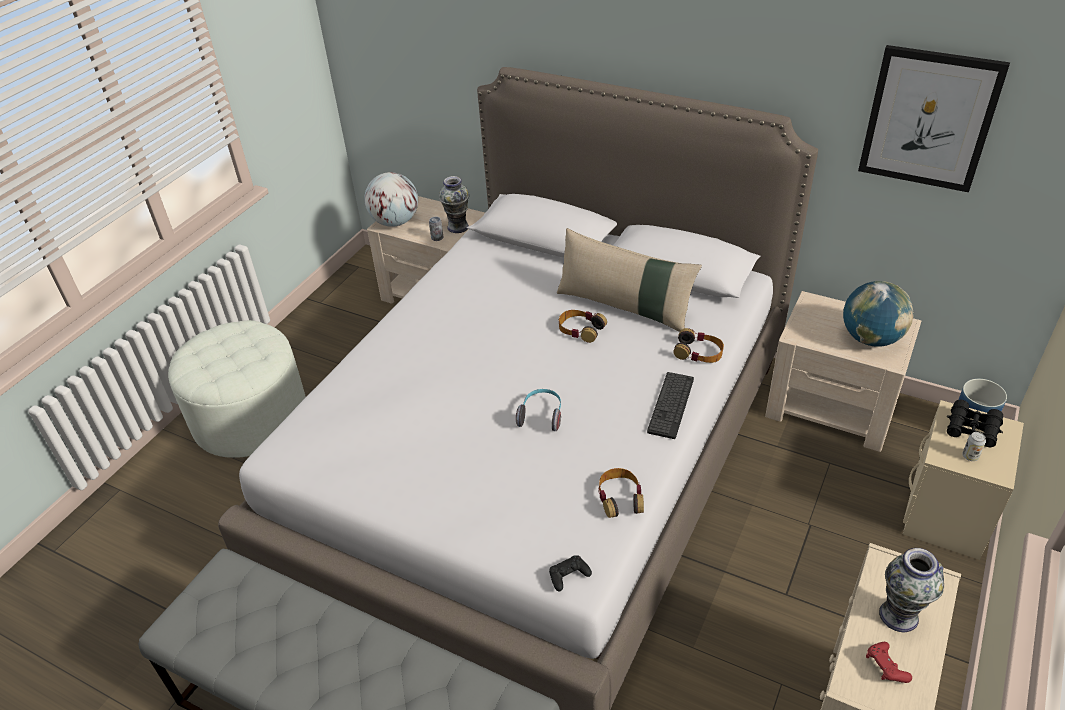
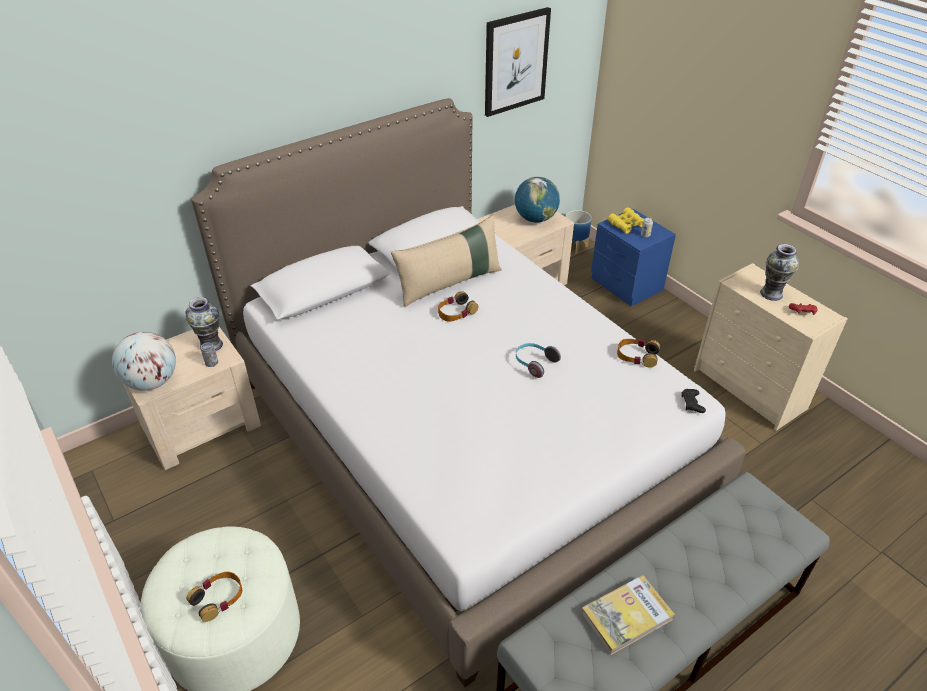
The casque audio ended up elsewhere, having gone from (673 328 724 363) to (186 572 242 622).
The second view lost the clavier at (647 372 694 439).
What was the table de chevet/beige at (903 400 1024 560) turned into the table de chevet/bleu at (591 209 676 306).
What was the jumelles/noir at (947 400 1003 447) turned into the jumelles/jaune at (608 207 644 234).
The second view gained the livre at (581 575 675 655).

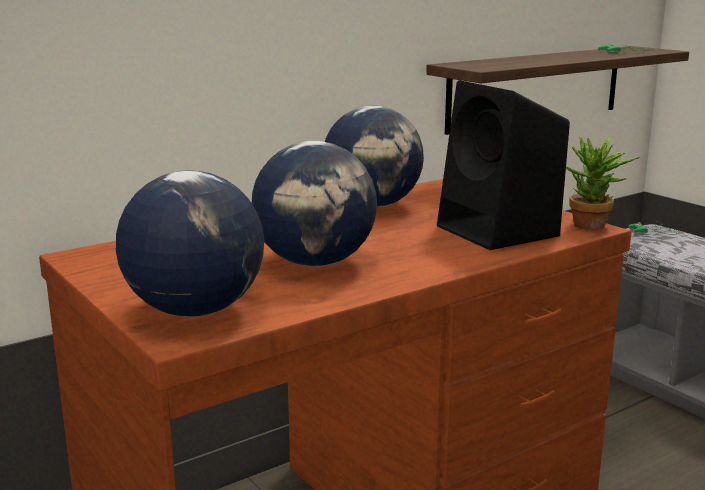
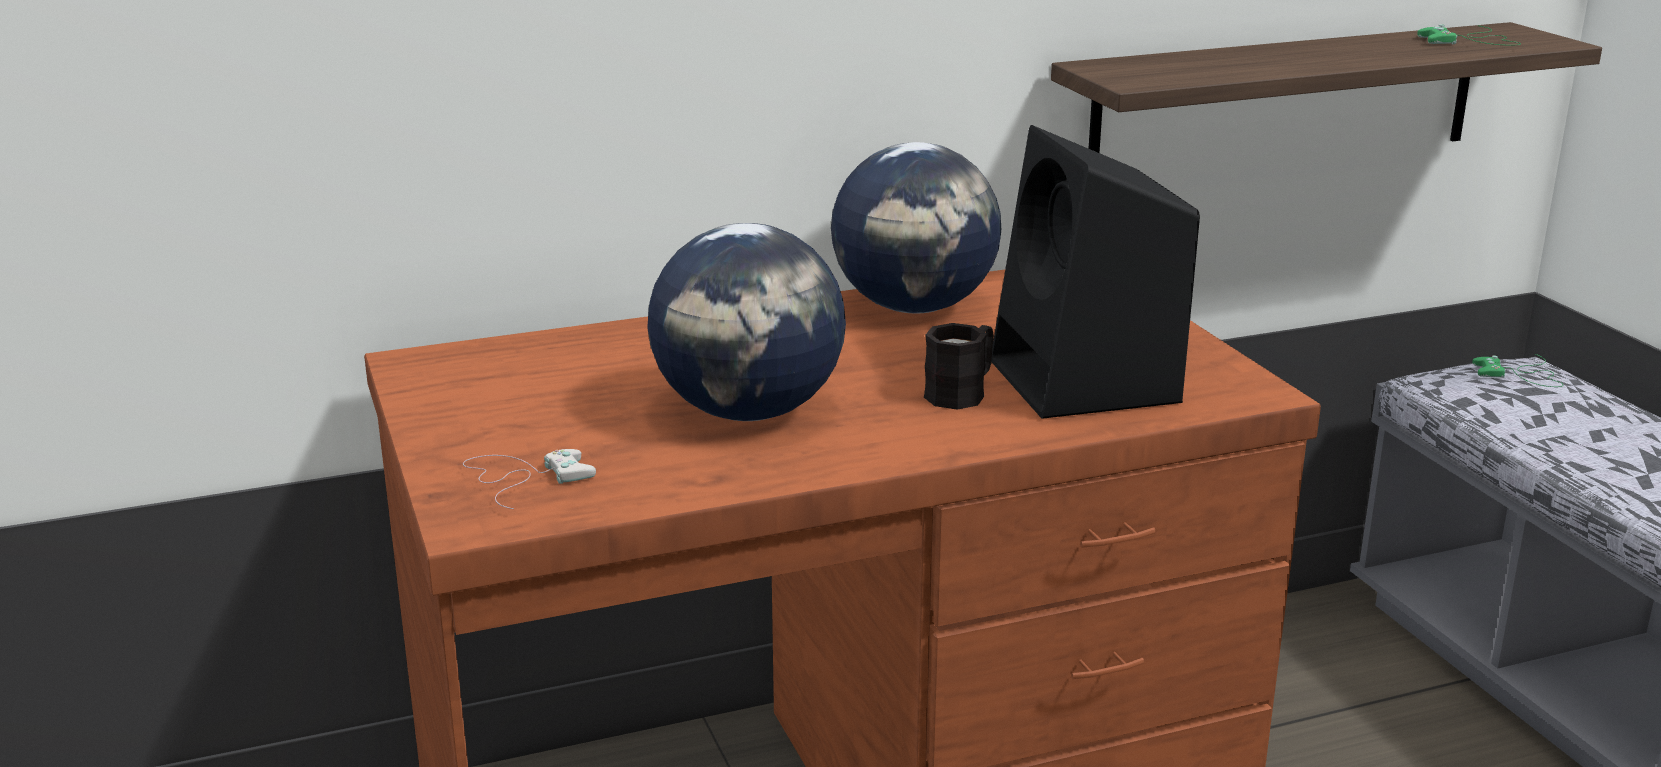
The second view lost the plante en pot at (566 135 640 230).
Where the globe stood at (116 170 264 317), the manette/blanc came to stand at (463 449 596 509).
The second view gained the mug/noir at (924 323 994 410).

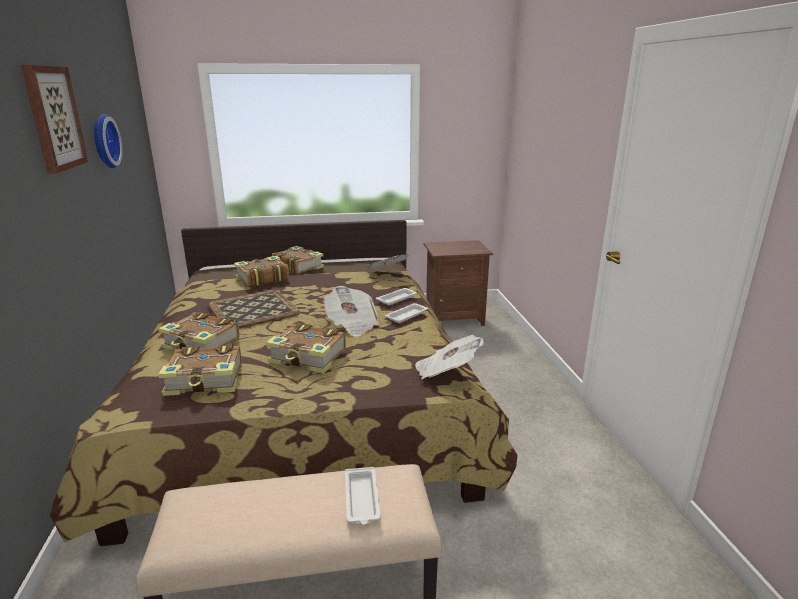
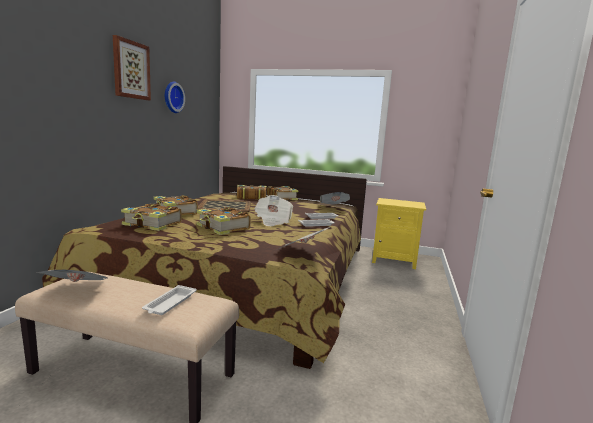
What was the table de chevet/marron at (423 240 493 326) turned into the table de chevet/jaune at (372 198 426 269).
The second view gained the journal at (36 270 108 282).

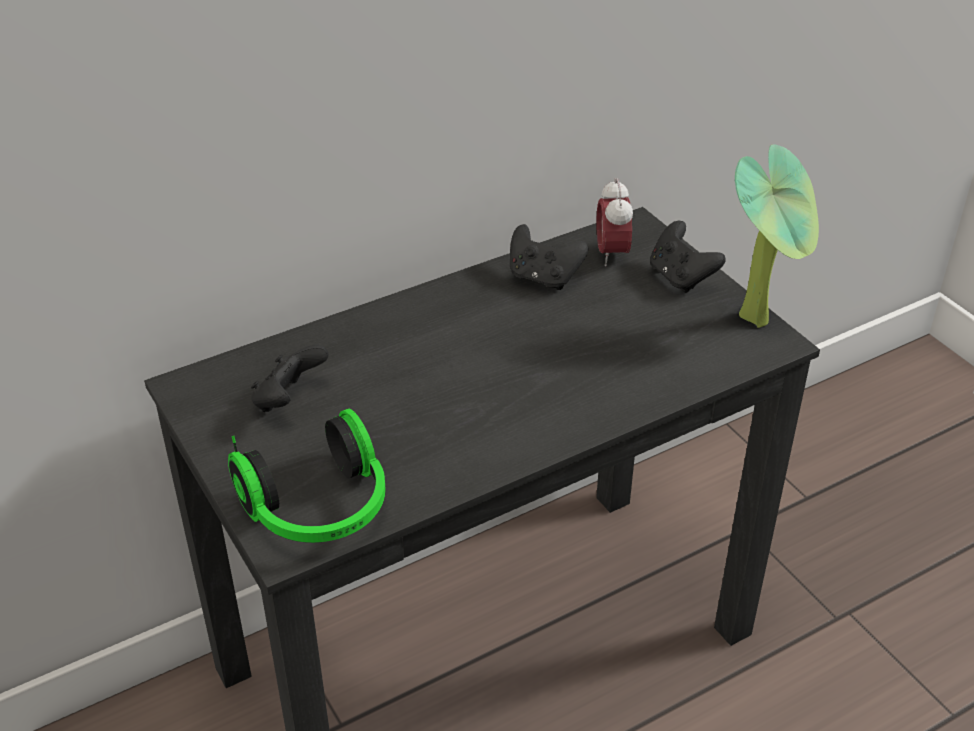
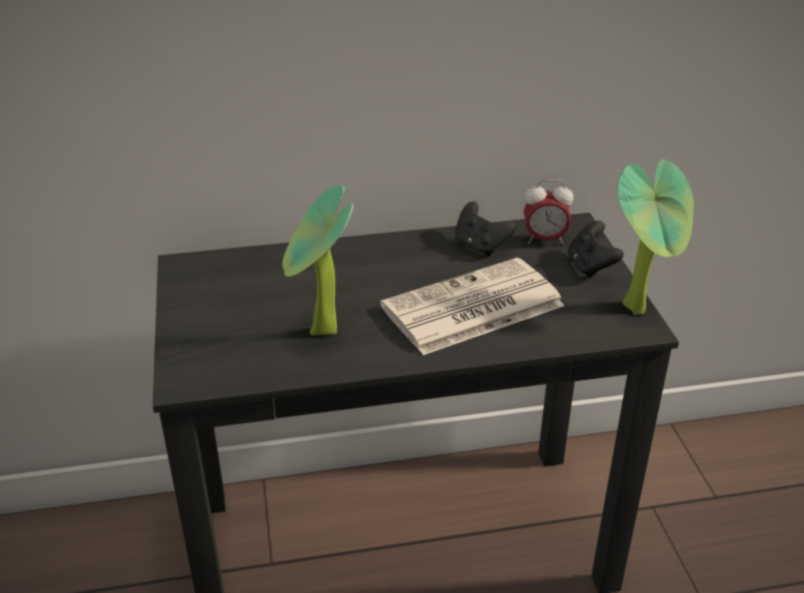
The réveil at (596 178 633 267) ended up facing another way, 105 degrees counterclockwise from before.
The second view lost the manette/noir at (251 345 328 412).
The second view lost the casque audio at (228 409 386 543).
The second view gained the plante en pot at (282 185 353 335).
The second view gained the journal at (380 258 565 355).

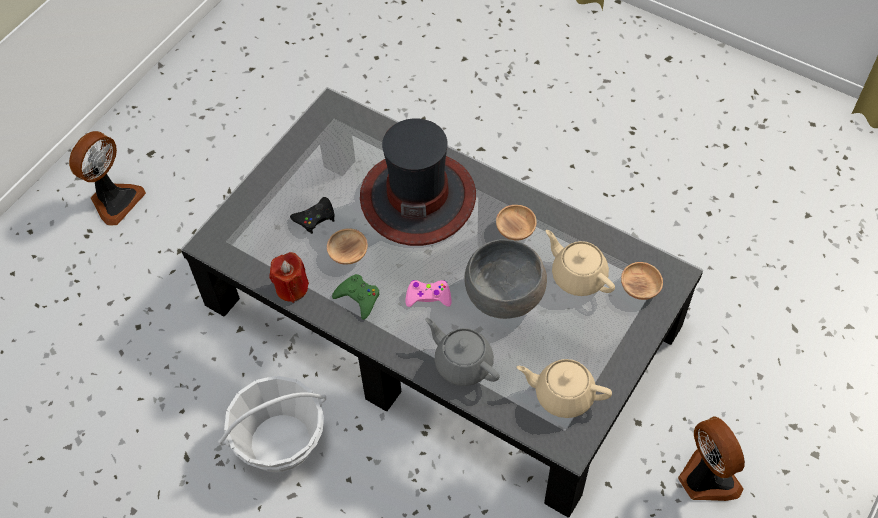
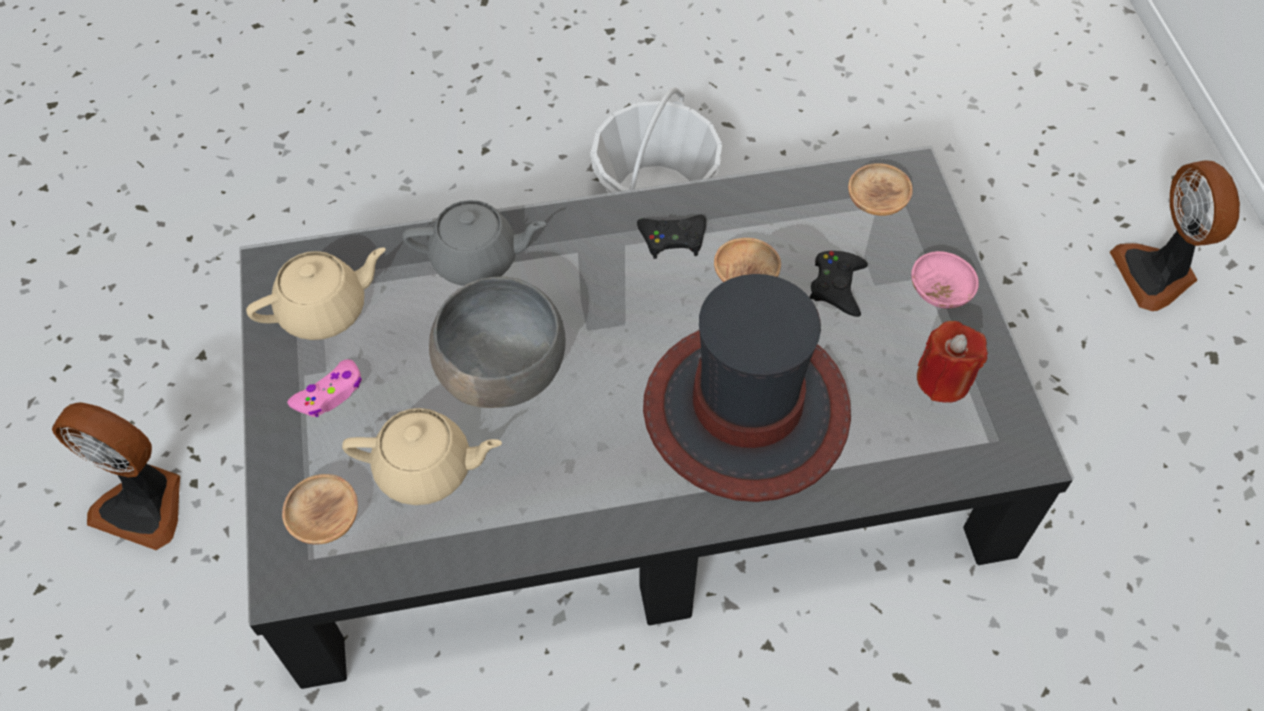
The bol/marron ended up elsewhere, having gone from (496 205 537 241) to (848 163 913 216).
The bougie/rouge ended up elsewhere, having gone from (269 252 309 303) to (917 321 988 403).
What was the manette/vert at (332 274 380 320) turned into the manette/noir at (637 215 706 259).
The manette/rose ended up elsewhere, having gone from (405 280 452 307) to (287 359 362 417).
The second view gained the bol/rose at (911 251 979 309).

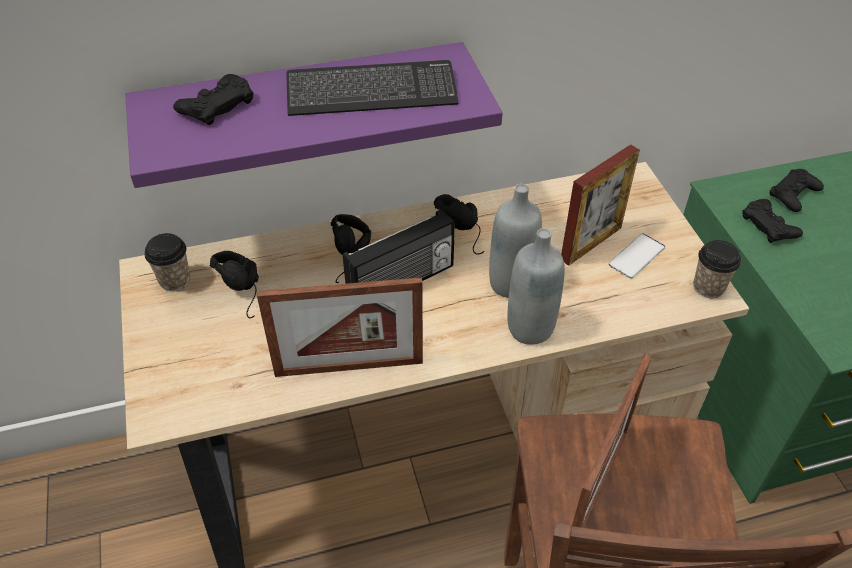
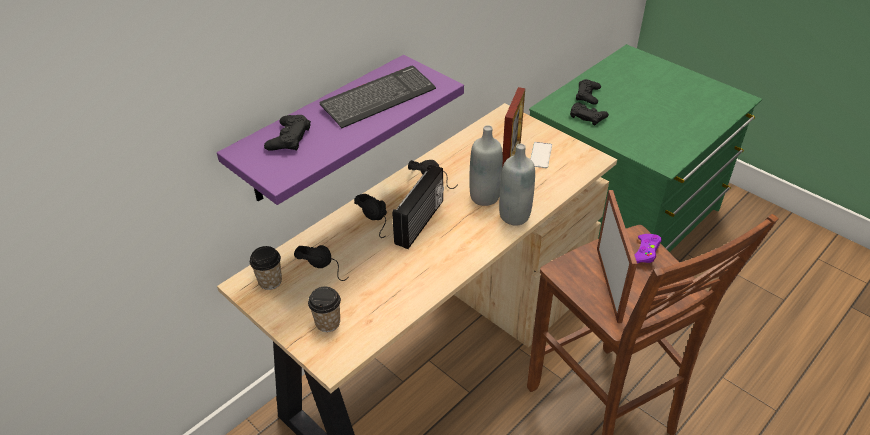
The tasse ended up elsewhere, having gone from (694 240 741 298) to (308 287 341 332).
The second view lost the cadre photo at (257 277 423 377).
The second view gained the manette/violet at (634 234 662 264).

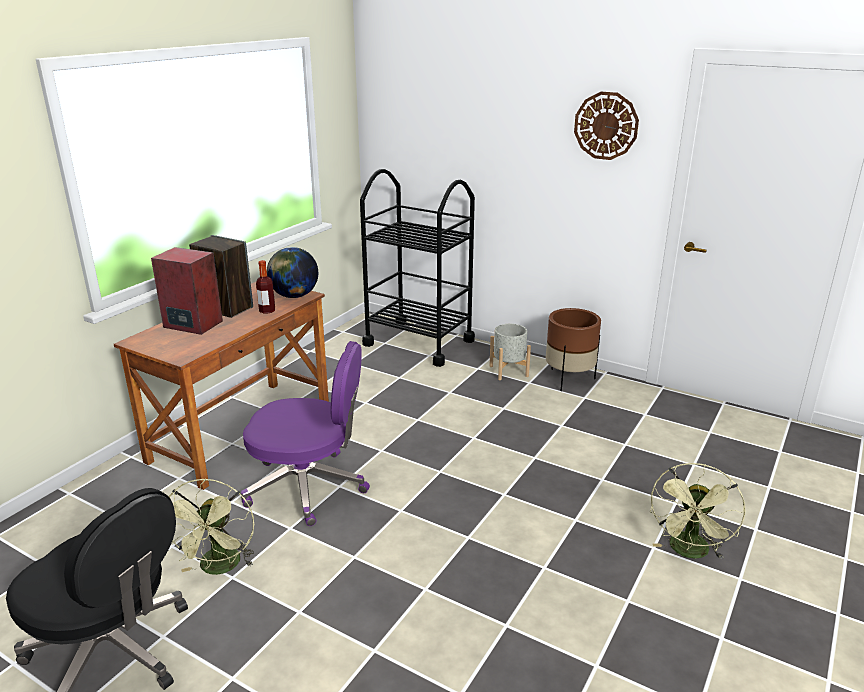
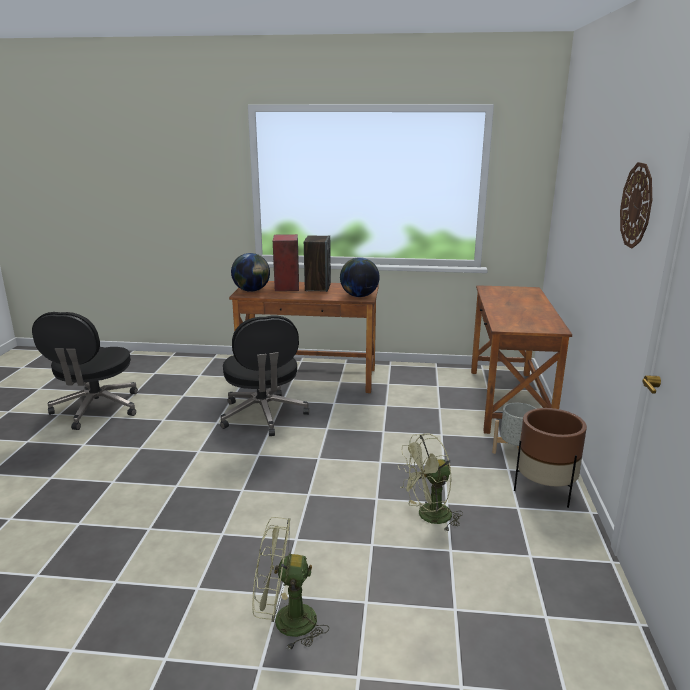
Where the chariot/noir stood at (360 169 475 367), the bureau/marron came to stand at (471 285 572 434).
The second view lost the bouteille at (256 260 275 314).
What was the chaise de bureau/violet at (241 341 370 526) turned into the chaise de bureau/noir at (220 316 309 436).
The ventilateur/vert ended up elsewhere, having gone from (169 478 254 575) to (398 433 463 532).
The second view gained the globe at (231 253 270 292).

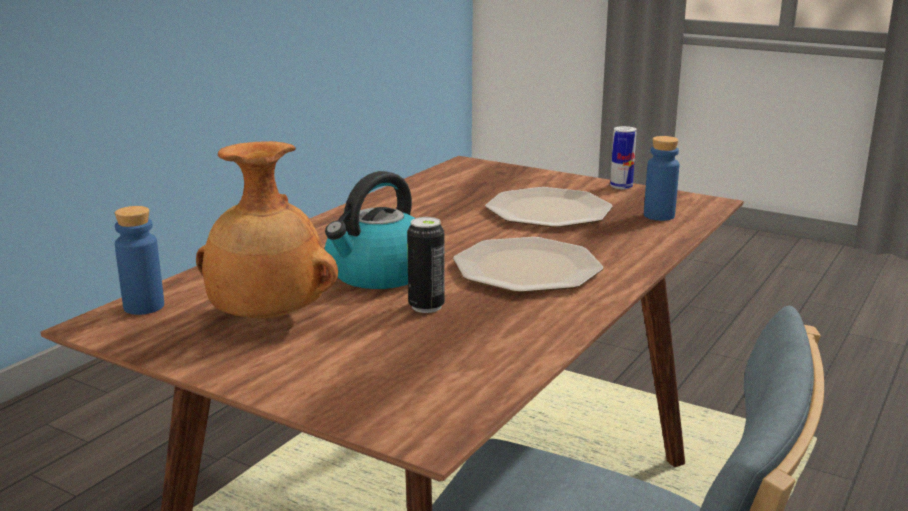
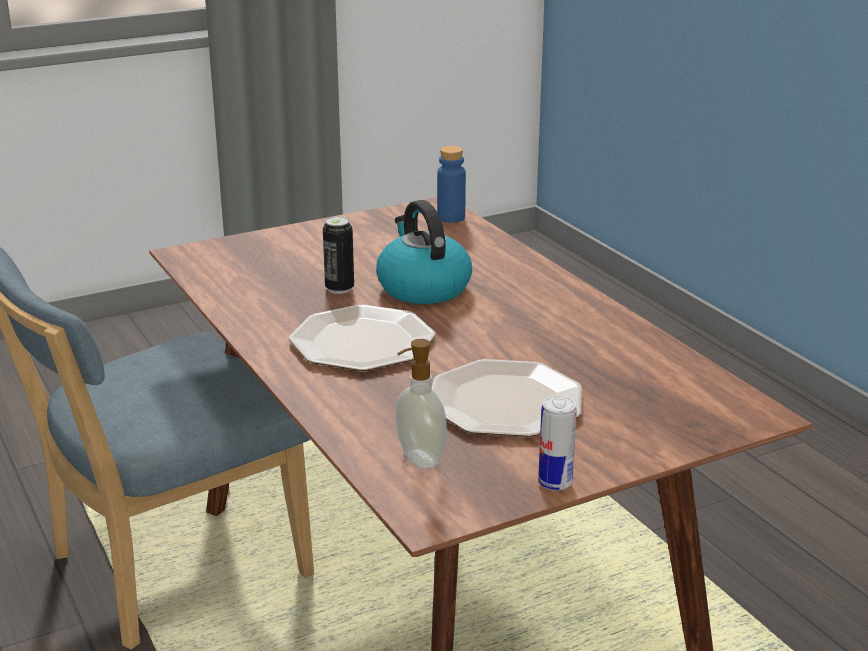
Where the bouteille/bleu stood at (644 136 679 221), the distributeur de savon came to stand at (396 339 447 468).
The second view lost the vase/marron at (196 141 338 319).

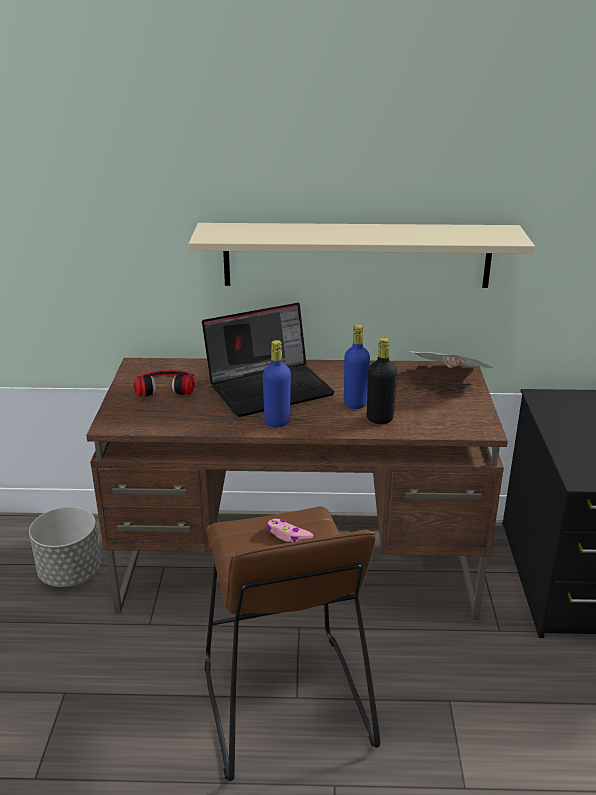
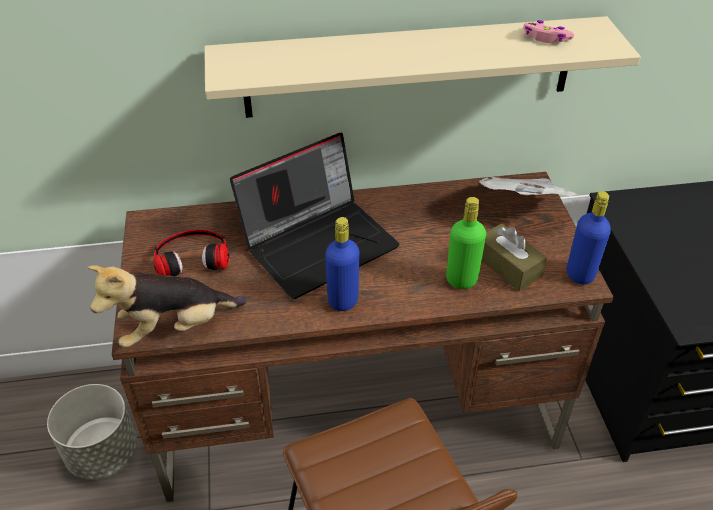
The bouteille/bleu ended up elsewhere, having gone from (344 324 370 409) to (567 191 611 284).
What was the bouteille/noir at (367 338 397 424) turned into the bouteille/vert at (446 197 486 289).
The manette/rose ended up elsewhere, having gone from (267 519 313 542) to (523 20 574 43).
The second view gained the boîte à mouchoirs/marron at (482 224 547 291).
The second view gained the peluche at (87 265 247 348).

